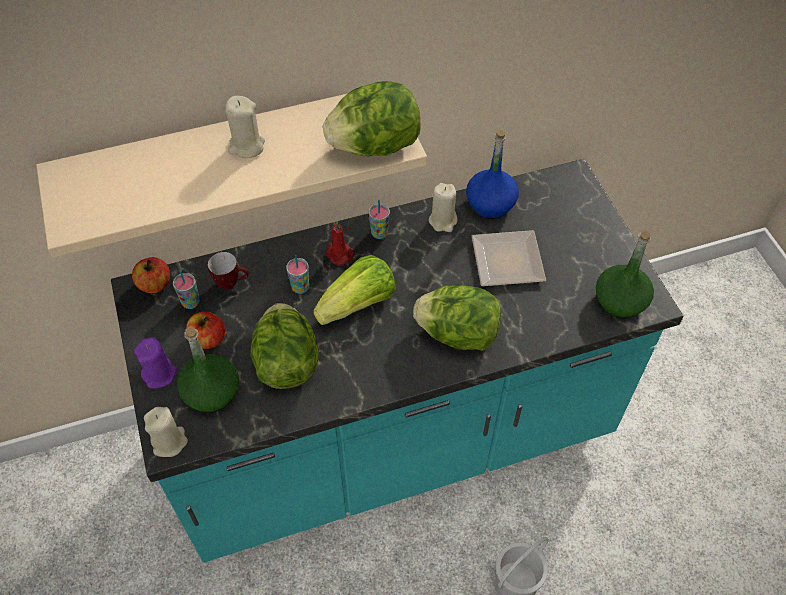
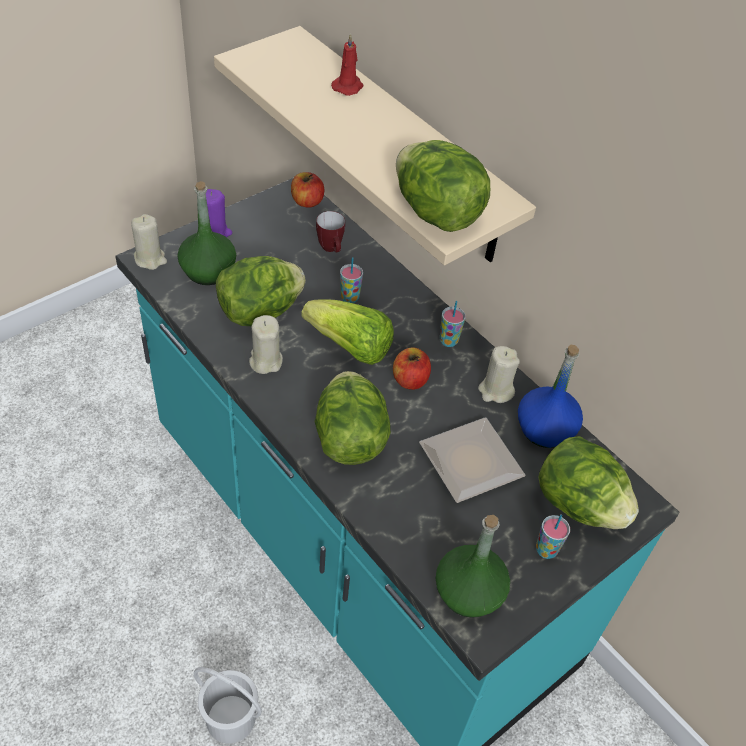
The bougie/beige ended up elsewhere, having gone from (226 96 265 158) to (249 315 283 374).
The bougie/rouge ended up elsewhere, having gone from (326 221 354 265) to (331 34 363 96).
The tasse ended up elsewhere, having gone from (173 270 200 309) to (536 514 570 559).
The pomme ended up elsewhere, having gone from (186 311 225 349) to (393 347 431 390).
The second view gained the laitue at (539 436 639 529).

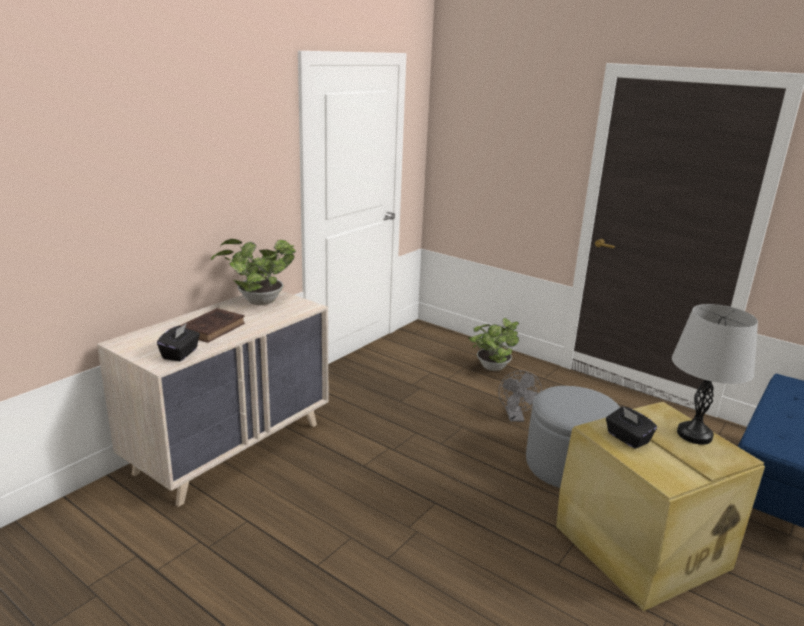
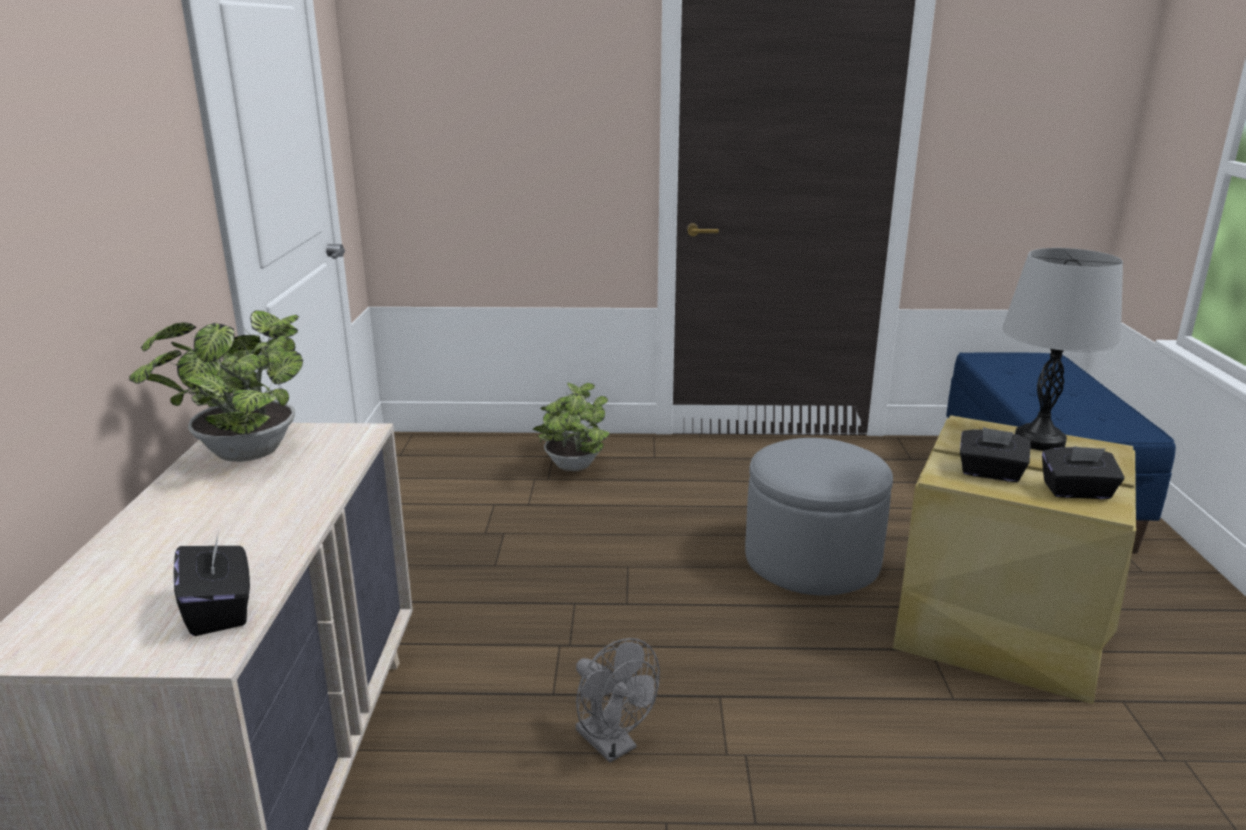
The second view lost the livre/marron at (180 308 245 343).
The ventilateur/gris ended up elsewhere, having gone from (498 370 542 422) to (576 638 660 763).
The second view gained the boîte à mouchoirs/noir at (1042 446 1125 499).

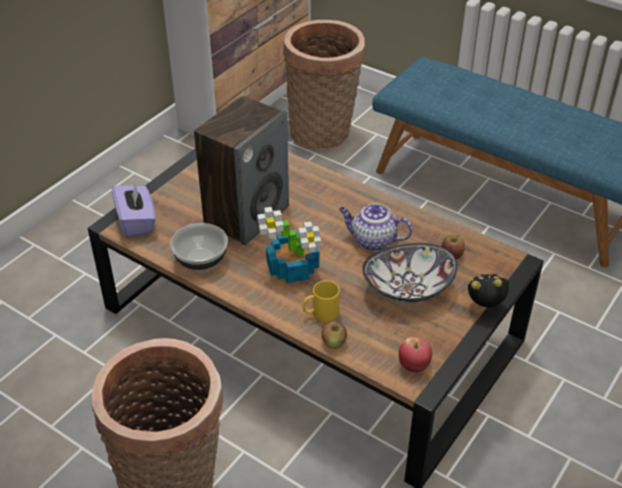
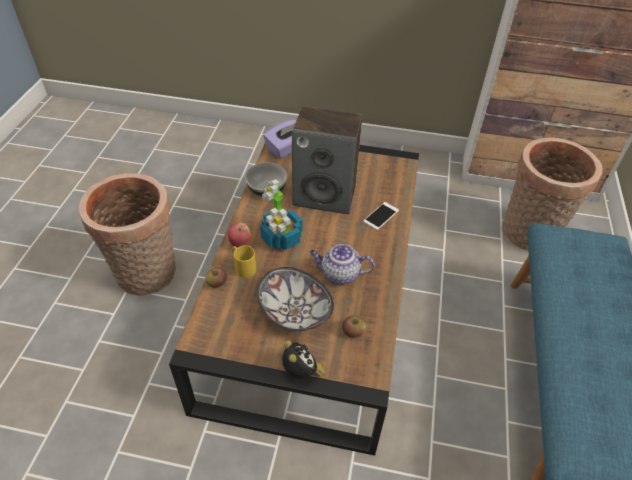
The théière at (339 203 412 251) ended up facing another way, 75 degrees counterclockwise from before.
The pomme ended up elsewhere, having gone from (399 337 432 372) to (228 223 252 248).
The second view gained the téléphone at (363 202 399 230).

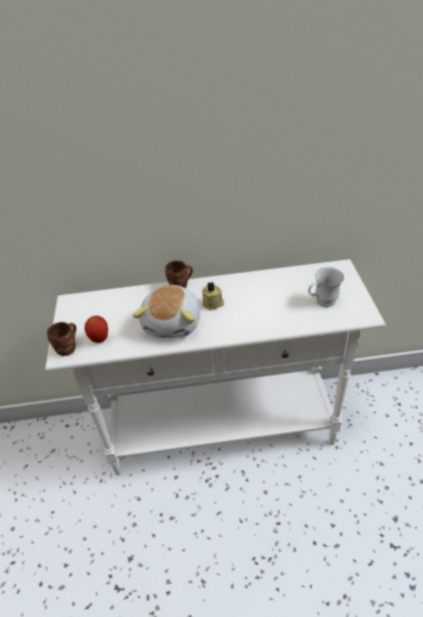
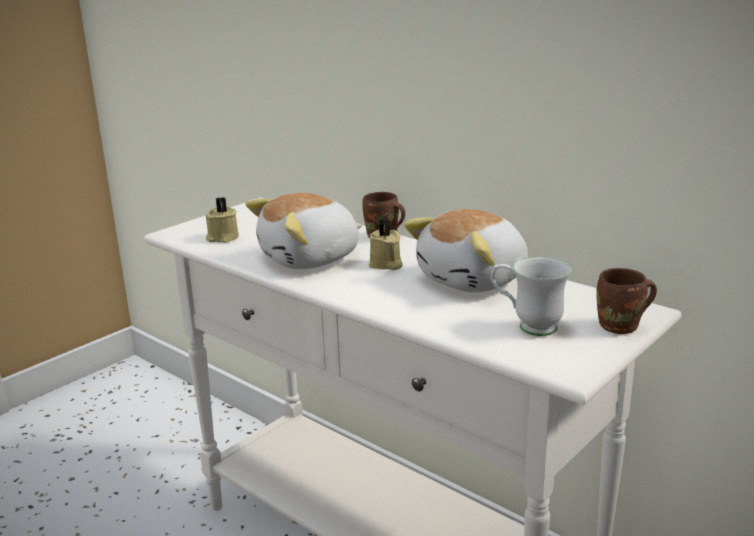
Where the pomme stood at (85 316 108 343), the bougie/beige came to stand at (206 197 239 243).
The mug/marron ended up elsewhere, having gone from (47 322 76 356) to (596 268 657 334).
The second view gained the peluche at (404 209 528 292).

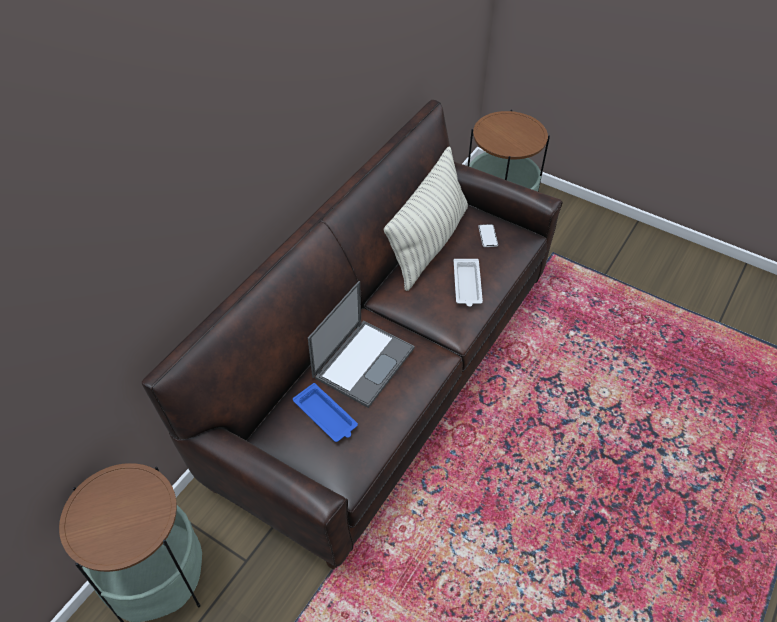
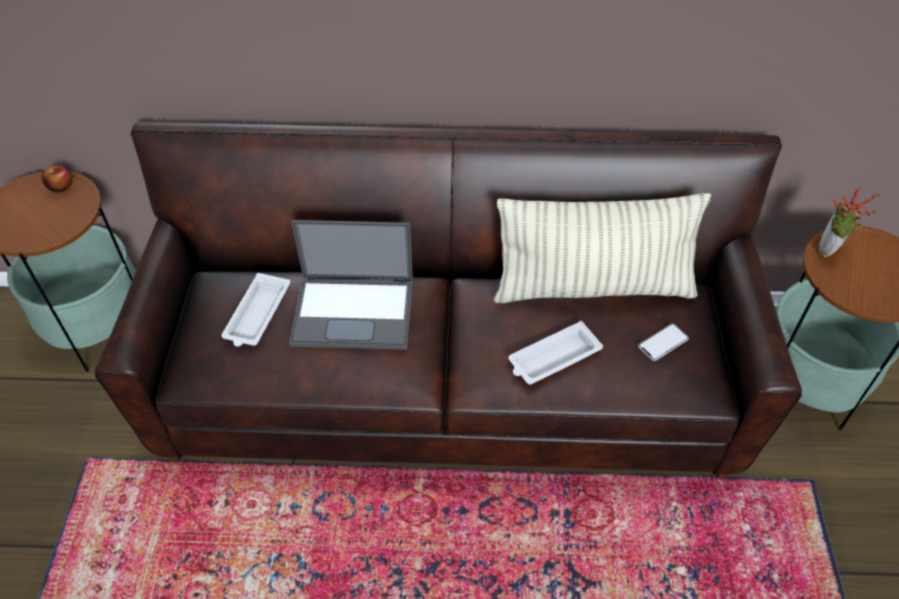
What was the plateau/bleu at (293 383 358 442) turned into the plateau/blanc at (221 273 290 347).
The second view gained the pomme at (42 165 72 192).
The second view gained the plante en pot at (819 187 879 257).

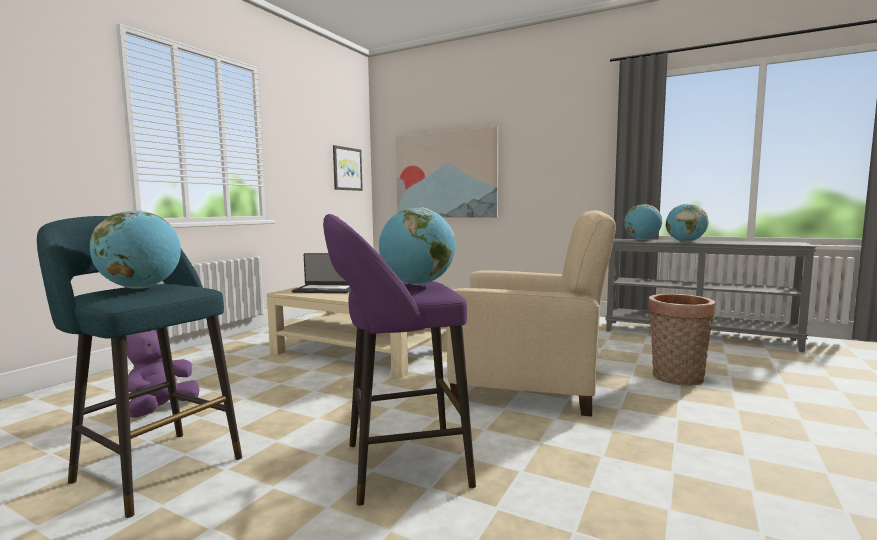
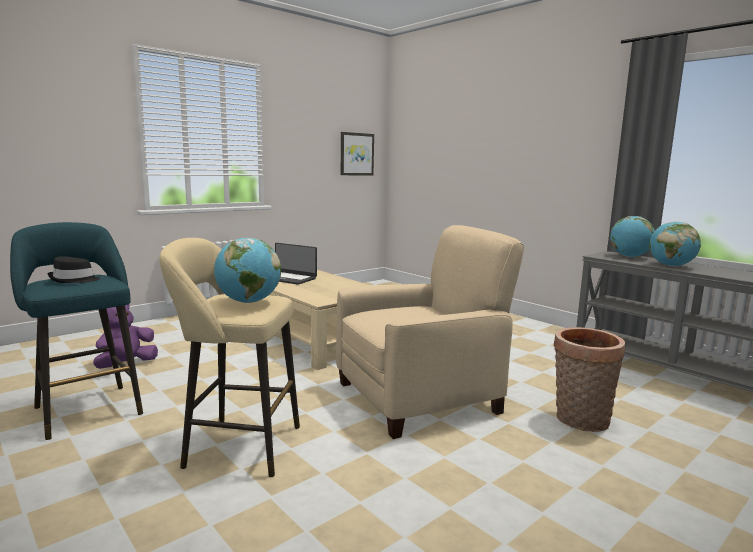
The second view lost the tableau at (396 127 498 218).
The fauteuil/beige at (447 210 616 417) ended up facing another way, 60 degrees counterclockwise from before.
Where the globe stood at (90 211 181 289), the chapeau/noir came to stand at (48 256 101 283).
What was the tabouret/violet at (323 214 476 506) turned into the tabouret/beige at (160 238 300 477).

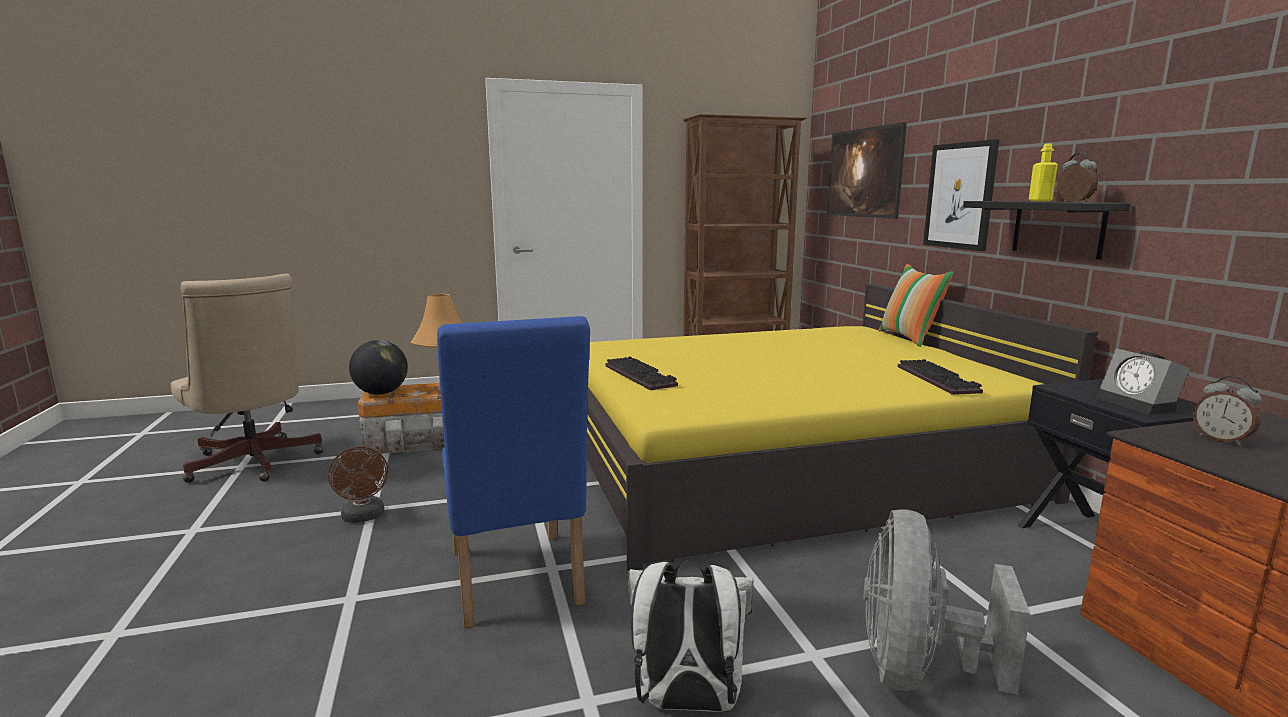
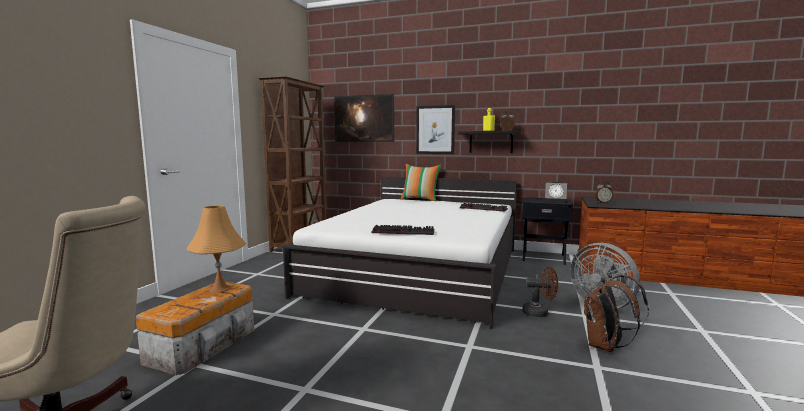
What was the lit/jaune at (587 284 1098 572) turned into the lit/blanc at (282 176 518 329).
The second view lost the chaise/bleu at (437 316 590 628).
The second view lost the globe at (349 340 408 395).
The ventilateur/marron ended up elsewhere, having gone from (328 447 388 523) to (522 267 558 317).
What was the sac à dos/blanc at (628 561 753 712) turned into the sac à dos/marron at (584 275 649 352).

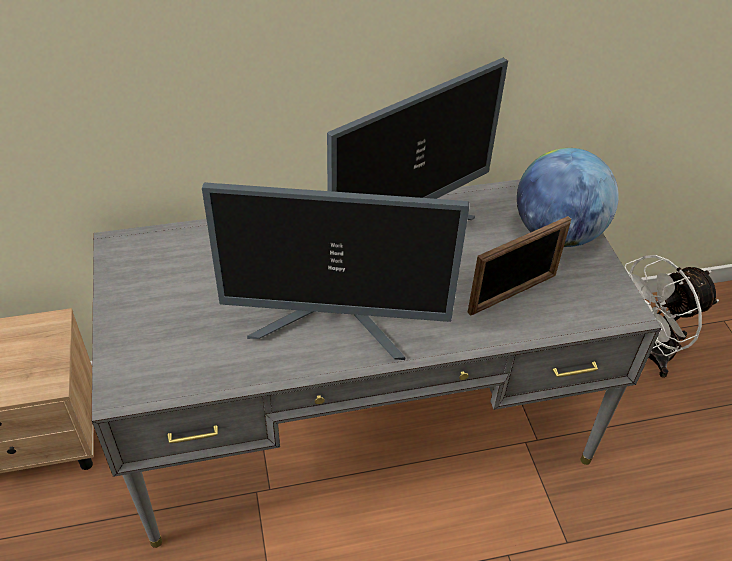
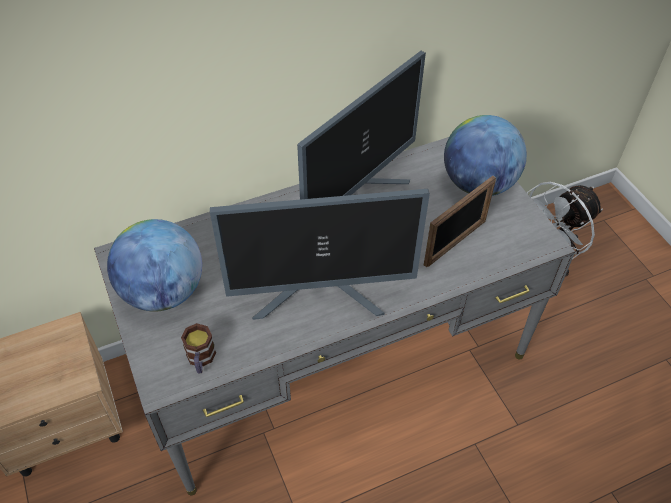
The second view gained the globe at (107 219 202 312).
The second view gained the mug at (181 323 216 373).

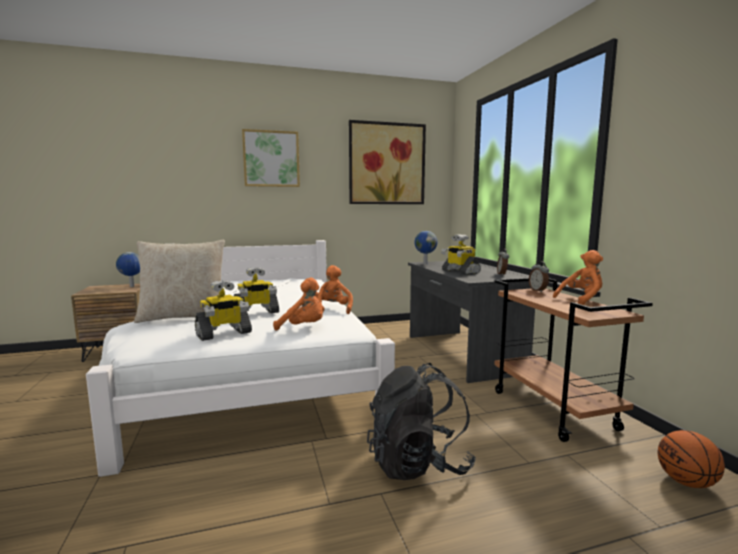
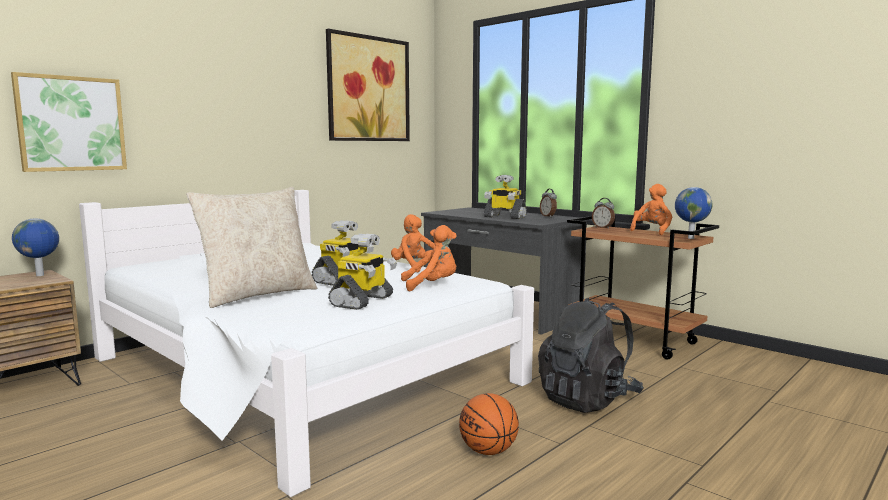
The tableau ended up elsewhere, having gone from (242 129 300 187) to (11 72 127 172).
The globe ended up elsewhere, having gone from (414 231 438 264) to (675 187 712 239).
The ballon de basket ended up elsewhere, having gone from (658 430 725 488) to (459 393 519 455).

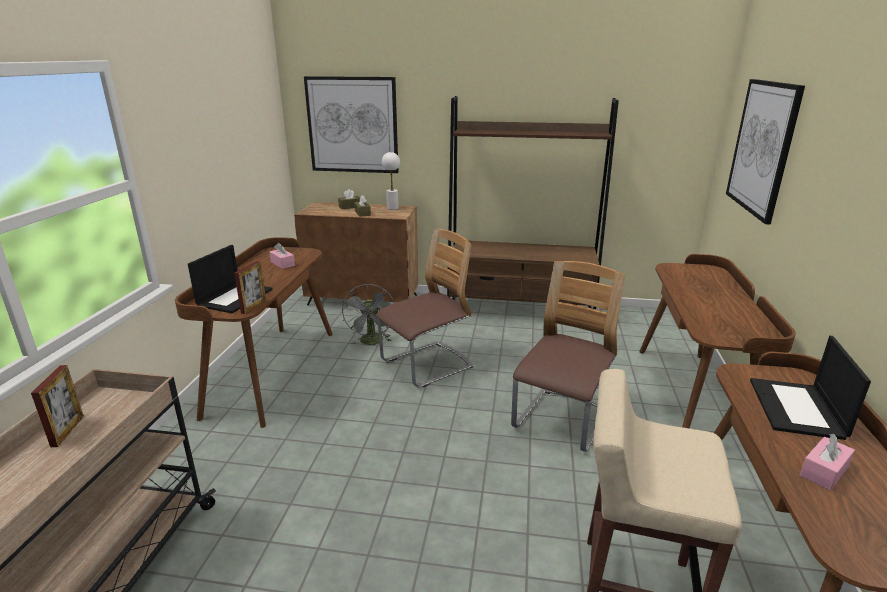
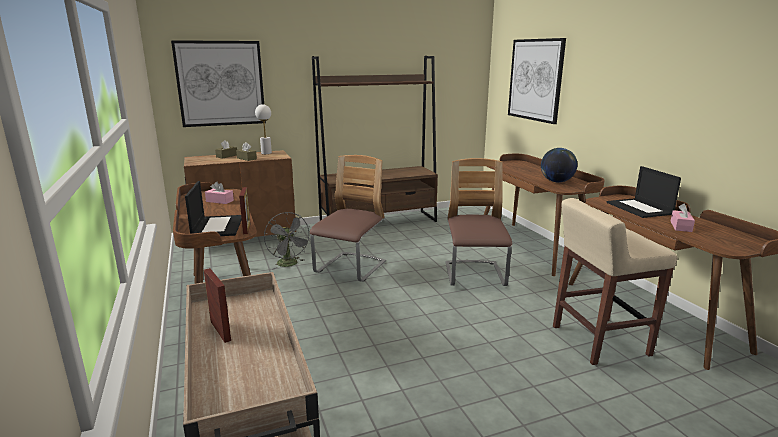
The second view gained the globe at (541 148 577 182).

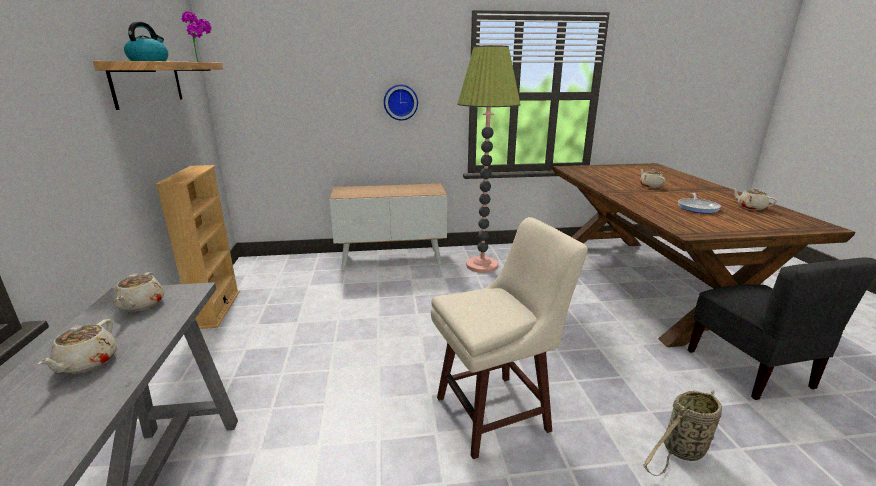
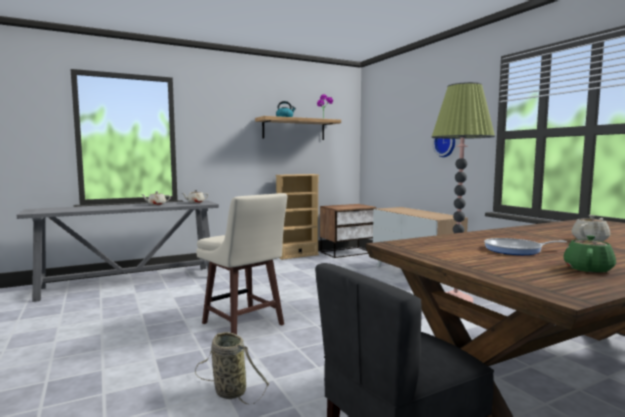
What was the théière/beige at (732 188 777 210) turned into the théière/vert at (563 235 616 273).
The second view gained the table de chevet at (320 204 376 258).

